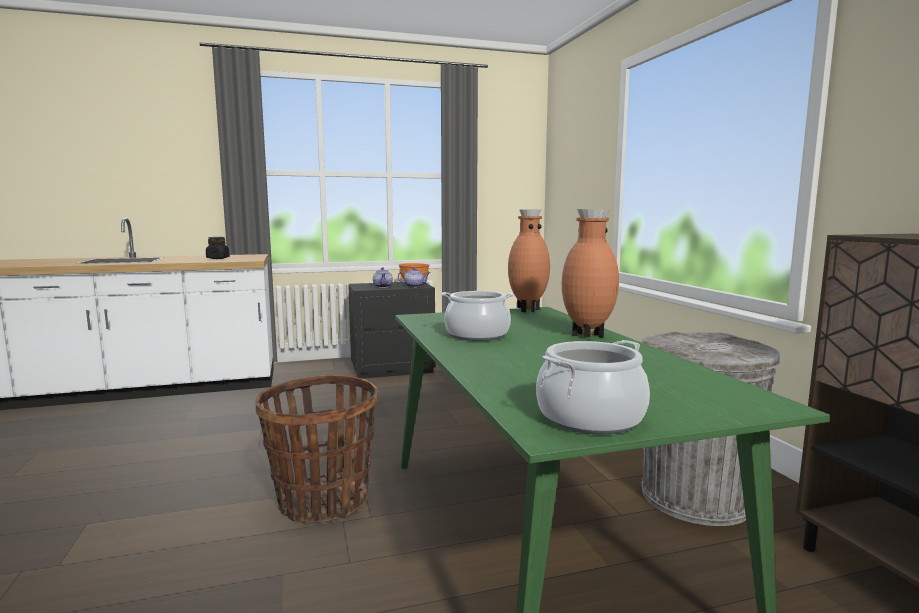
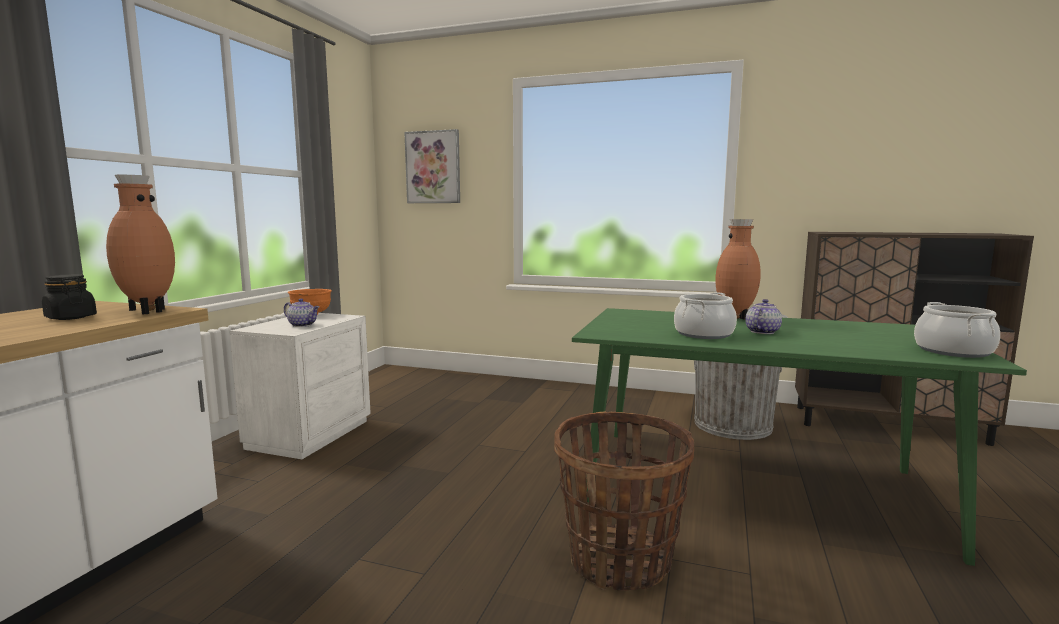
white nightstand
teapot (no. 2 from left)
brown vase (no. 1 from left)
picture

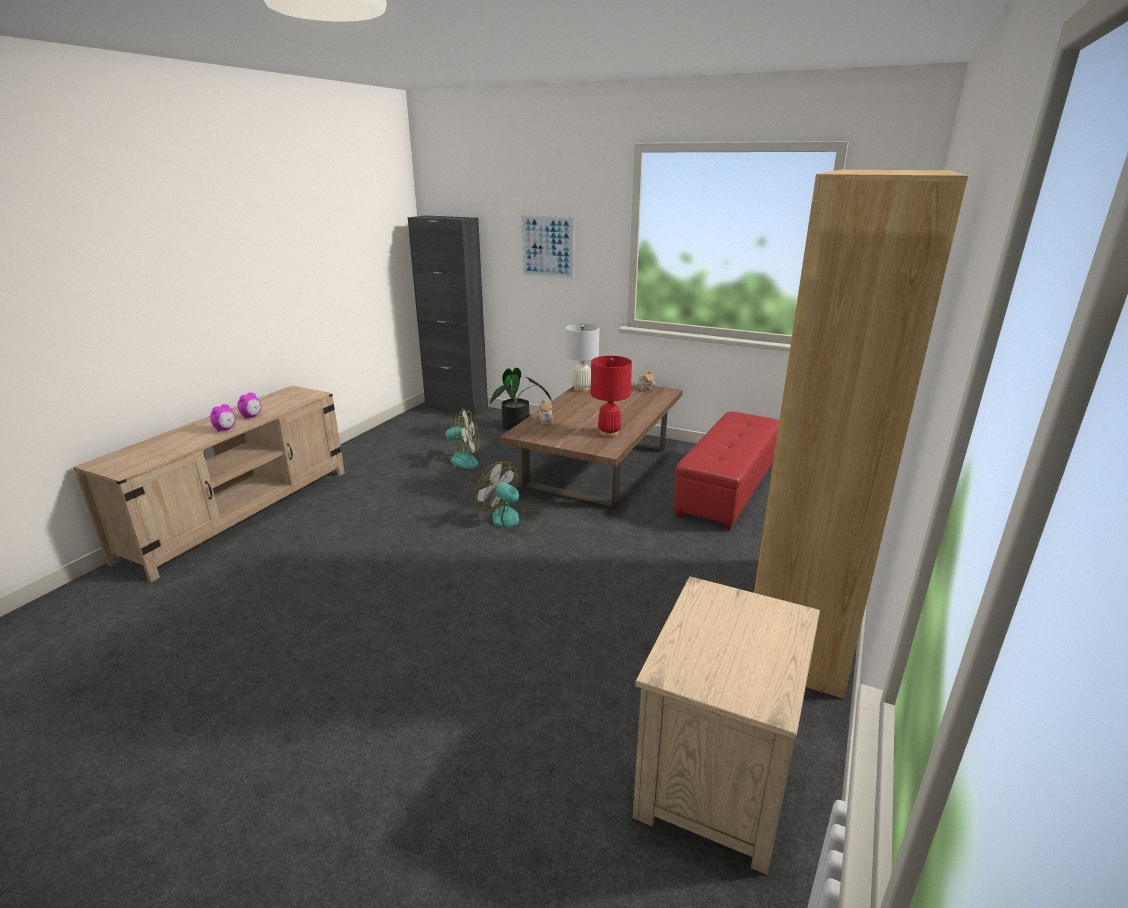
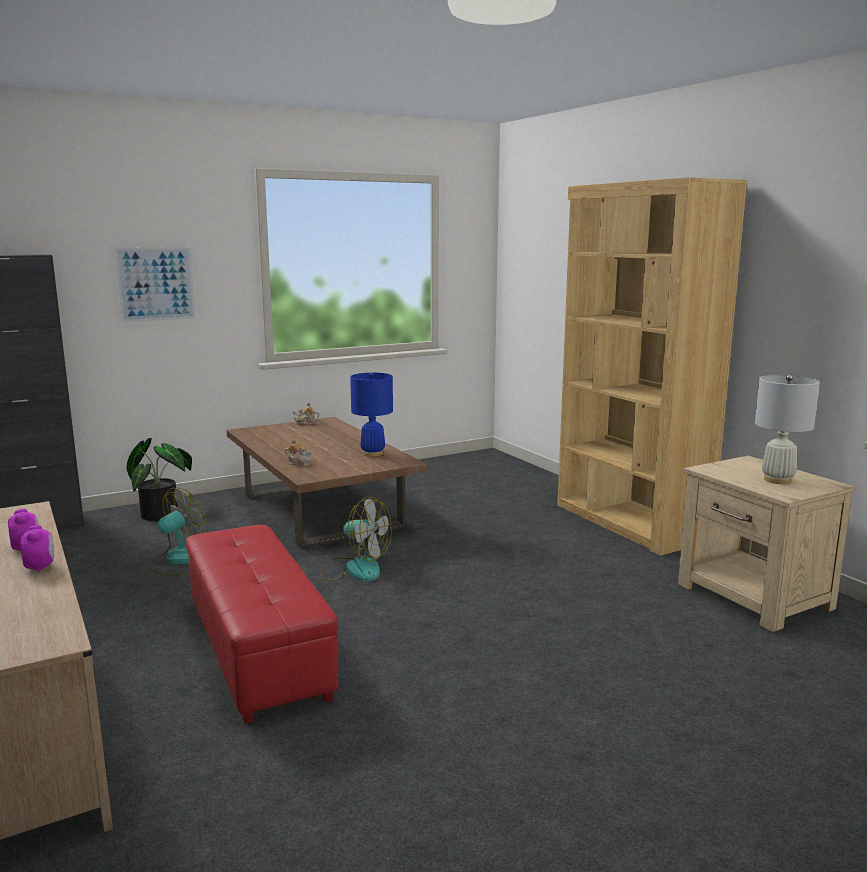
fan (no. 2 from left)
white table lamp
blue table lamp
red ottoman

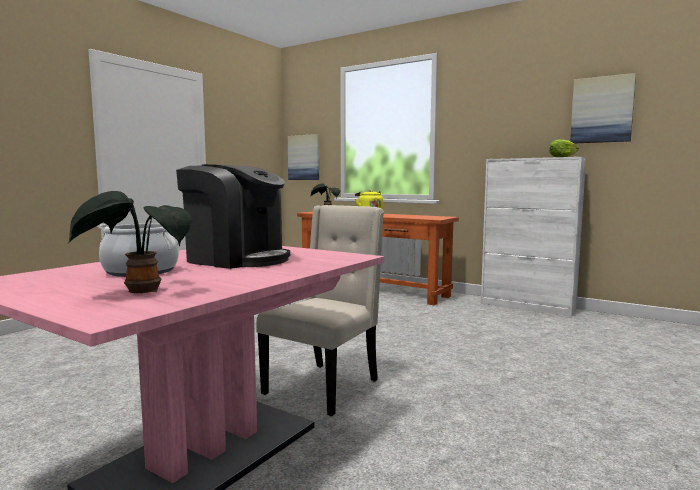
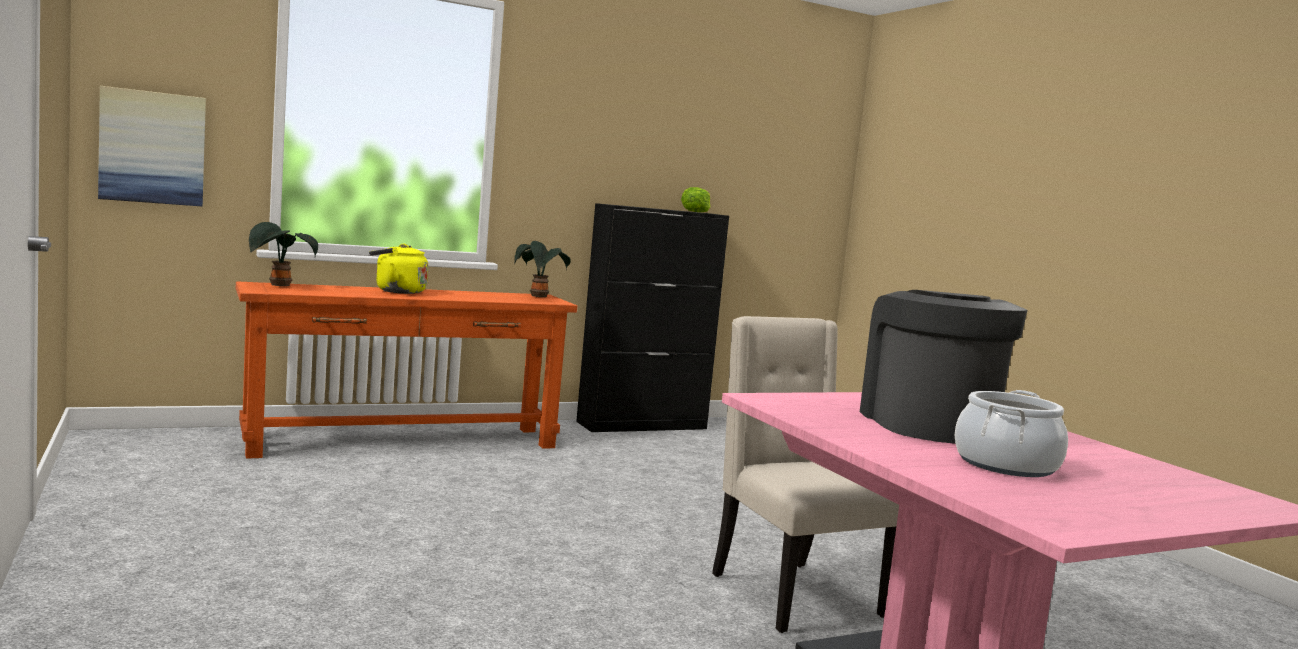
potted plant (no. 2 from left)
coffee machine
black cabinet
picture (no. 2 from left in the first image)

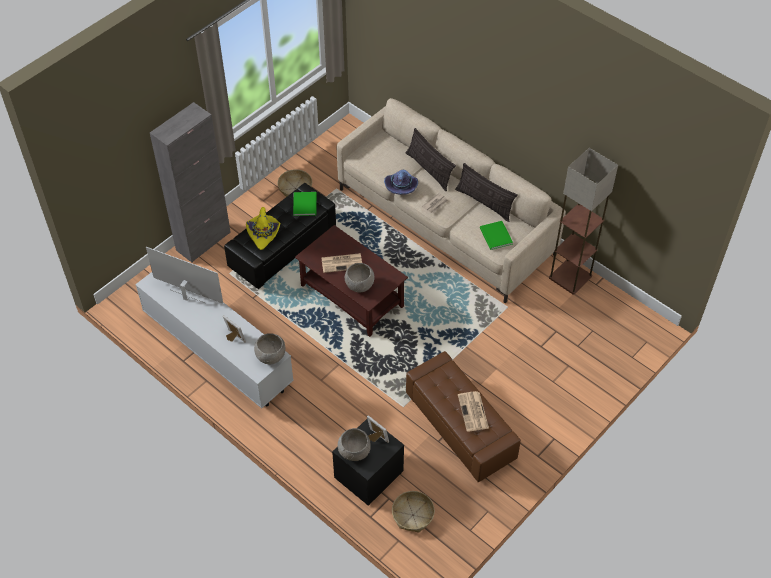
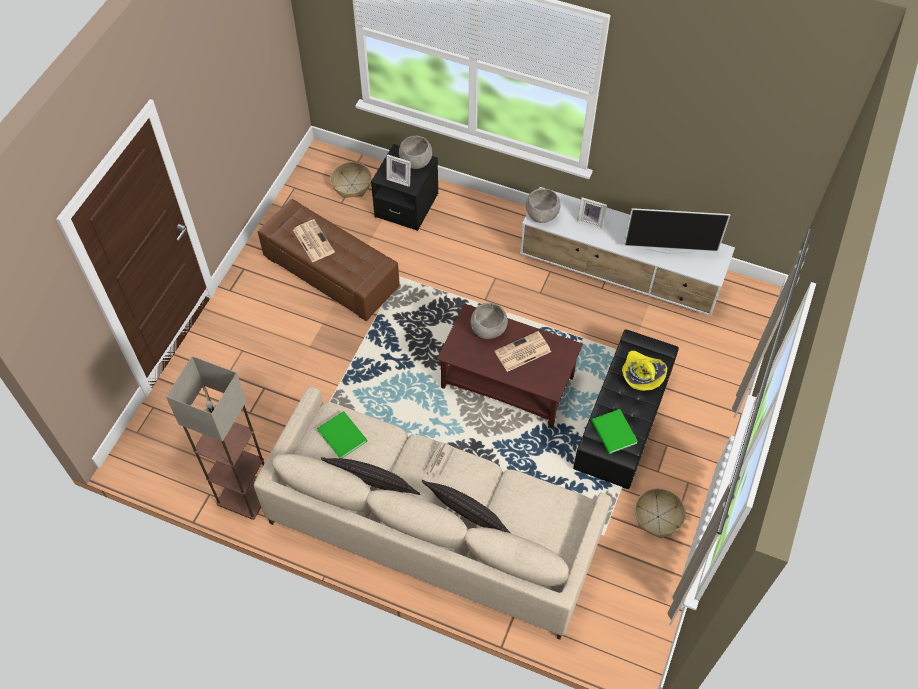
grey cabinet
purple hat

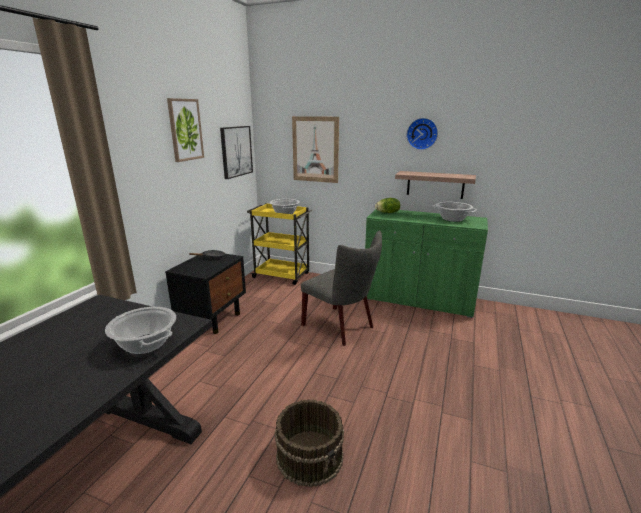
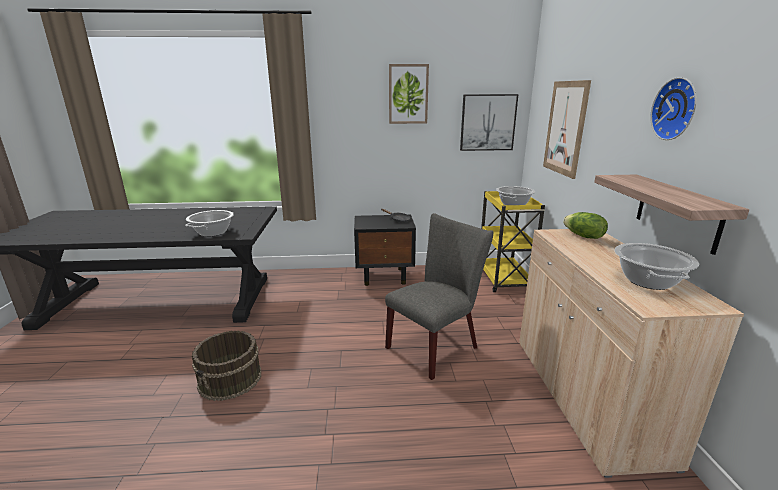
grey chair
beige cabinet

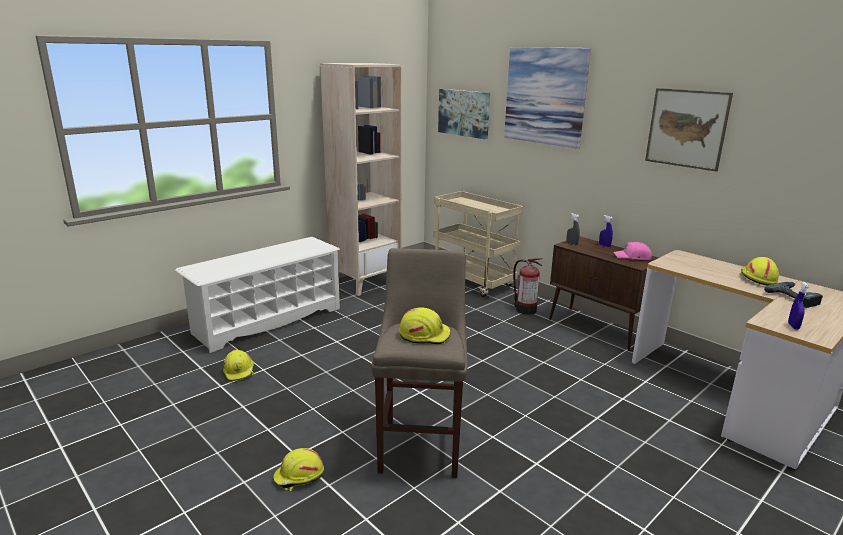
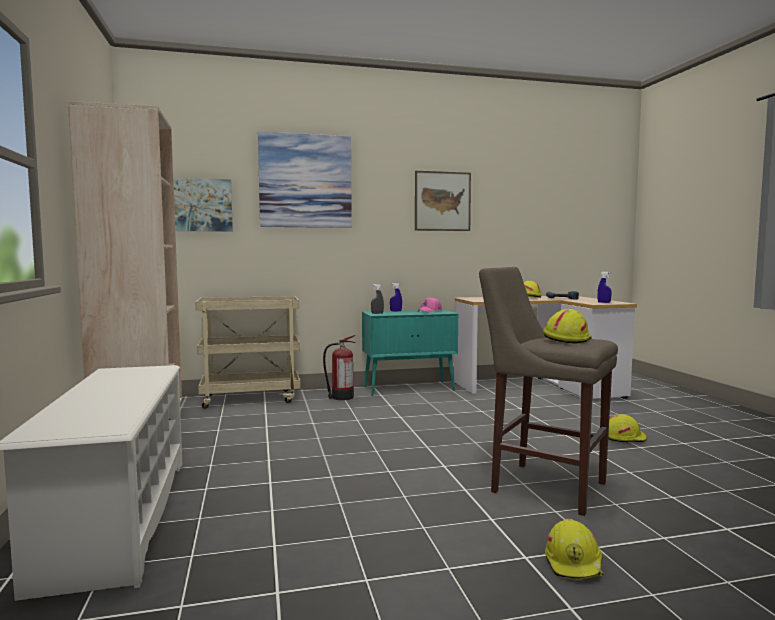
yellow hard hat (no. 4 from left)
turquoise cabinet

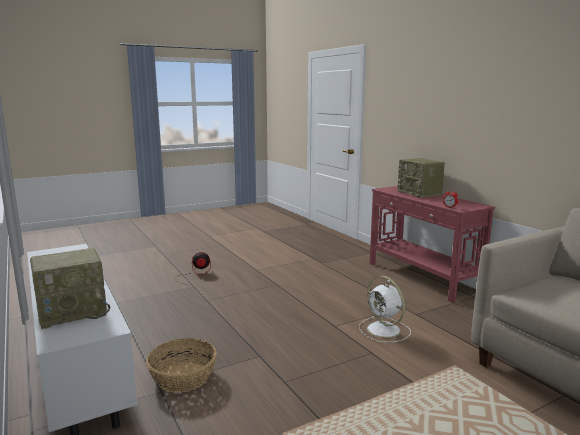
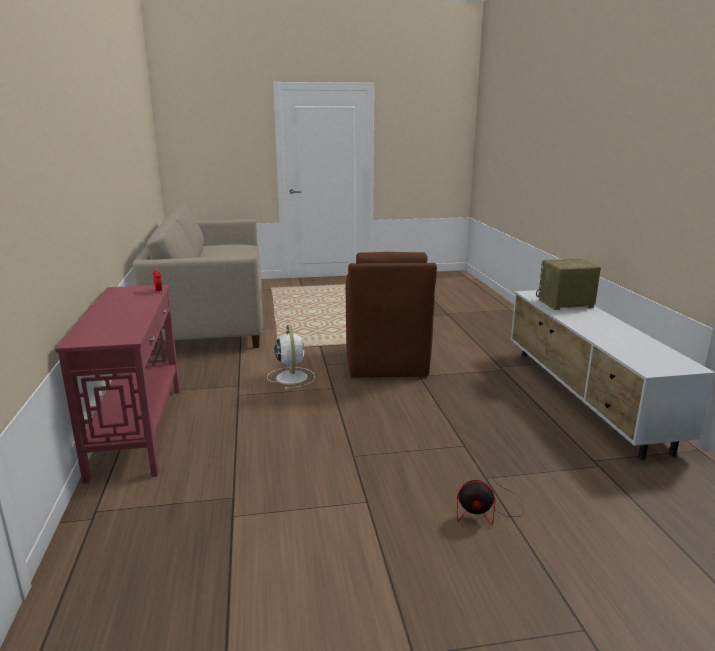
basket
radio (no. 2 from left in the first image)
brown armchair

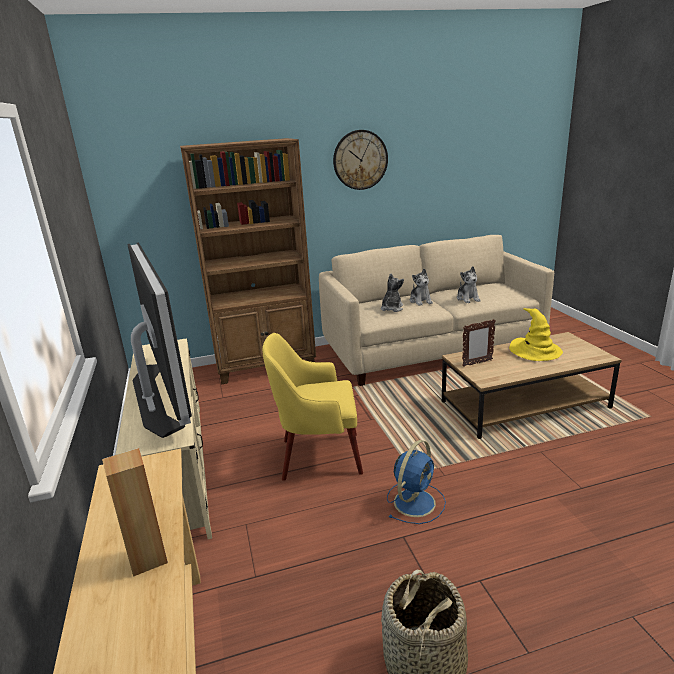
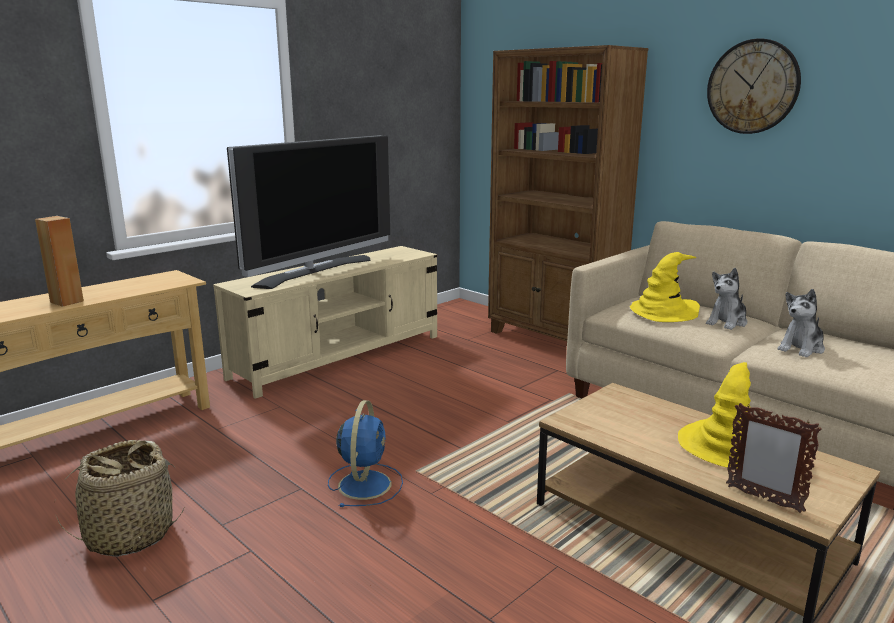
yellow armchair
yellow hat (no. 1 from left)
blue fan
picture frame

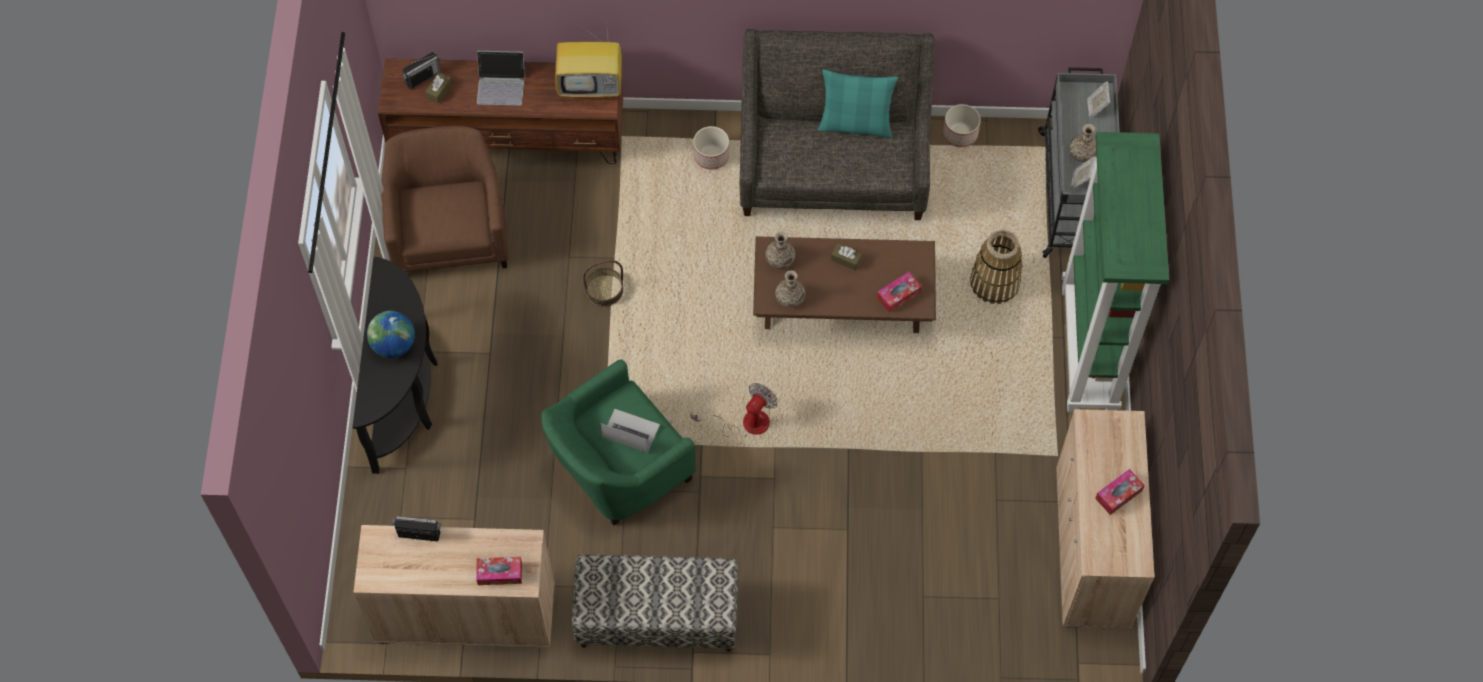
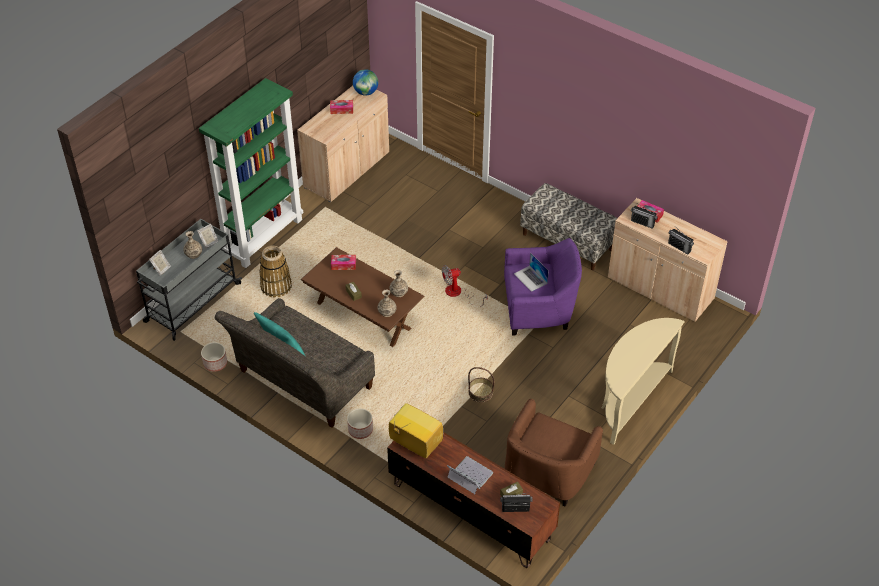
beige console table
globe
purple armchair
radio (no. 2 from left)

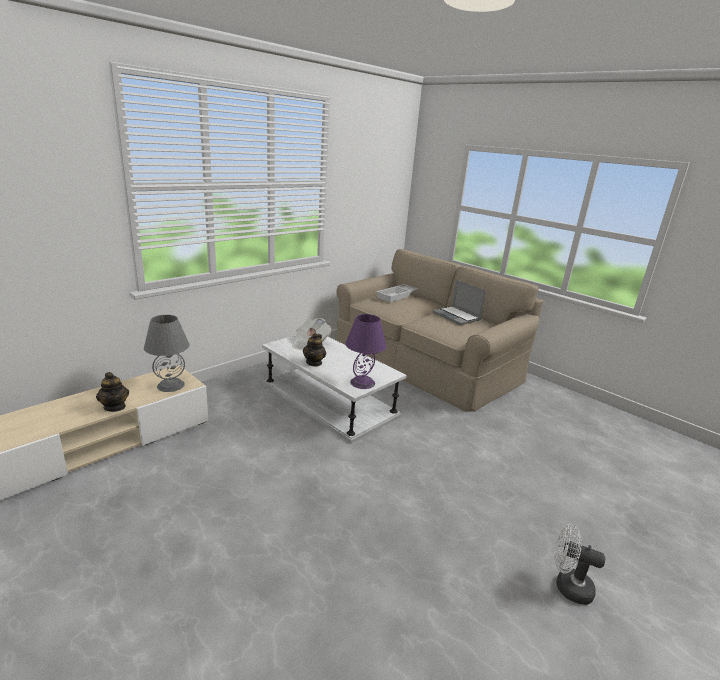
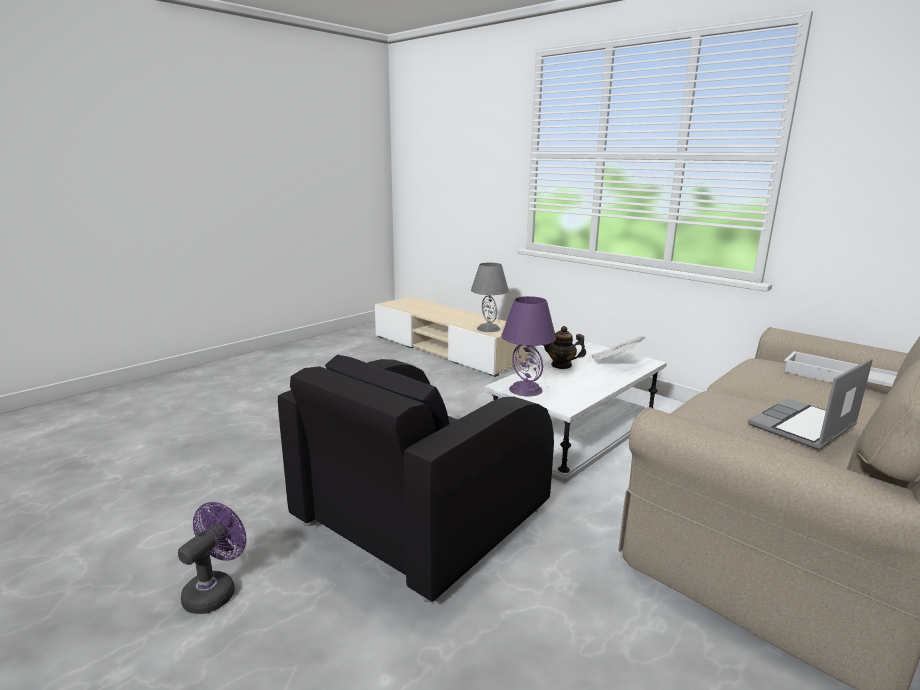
teapot (no. 1 from left in the first image)
purple fan
black armchair

